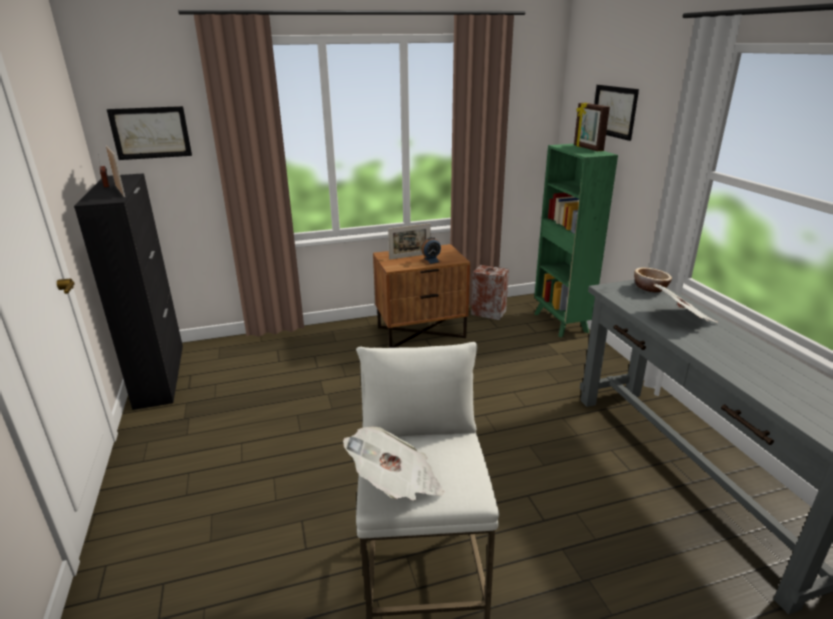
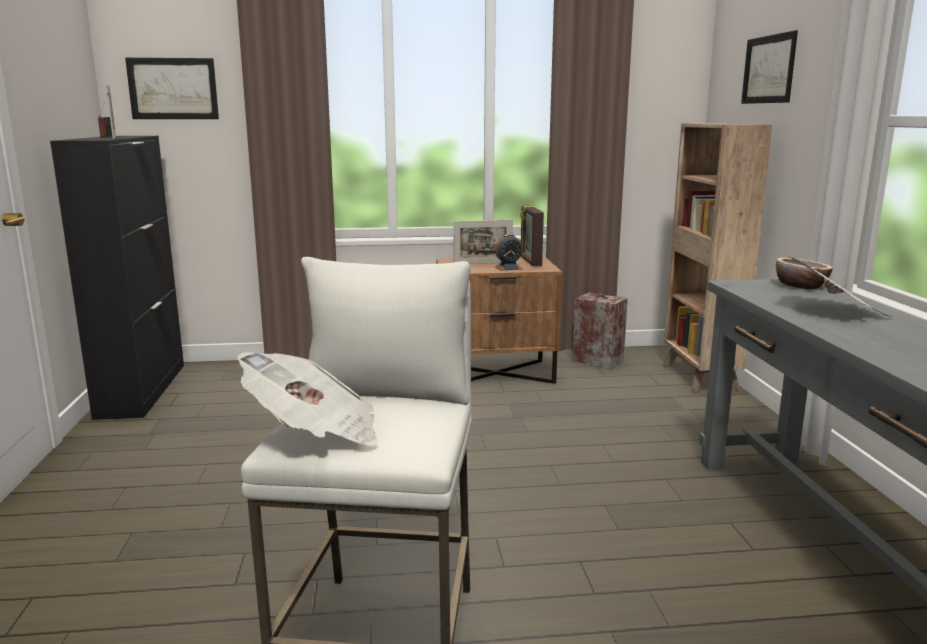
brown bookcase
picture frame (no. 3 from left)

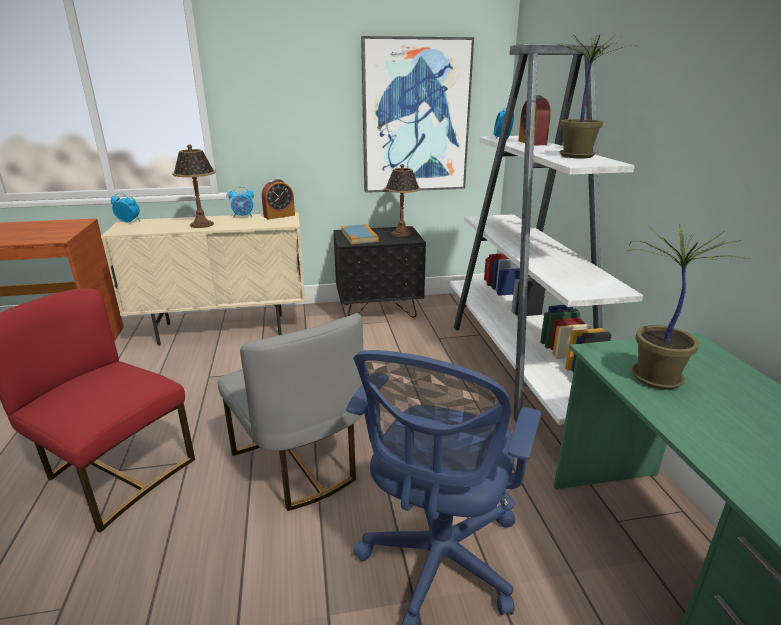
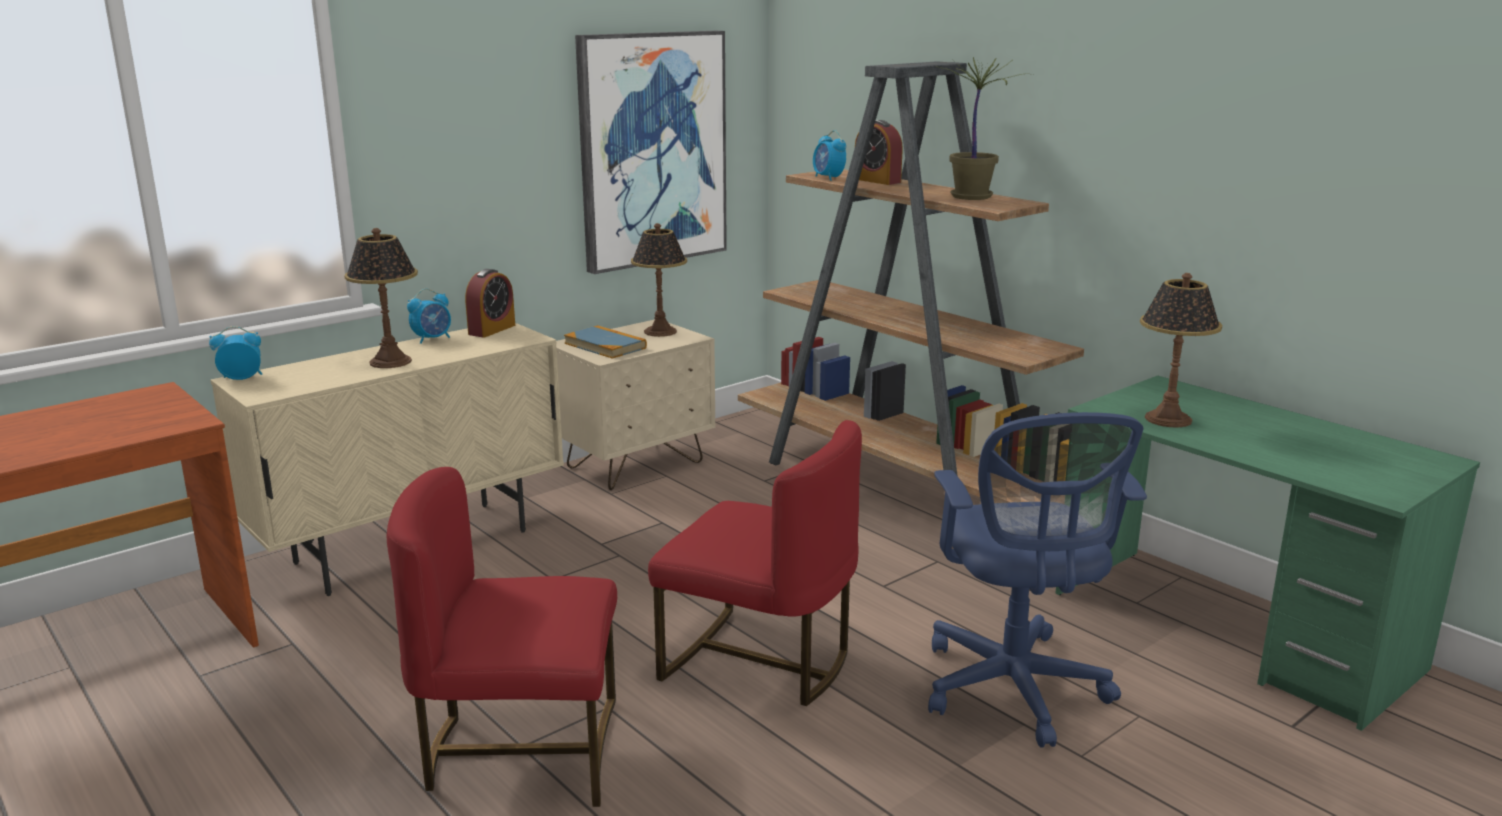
red chair (no. 2 from left)
beige nightstand
brown bookcase
table lamp (no. 3 from left)

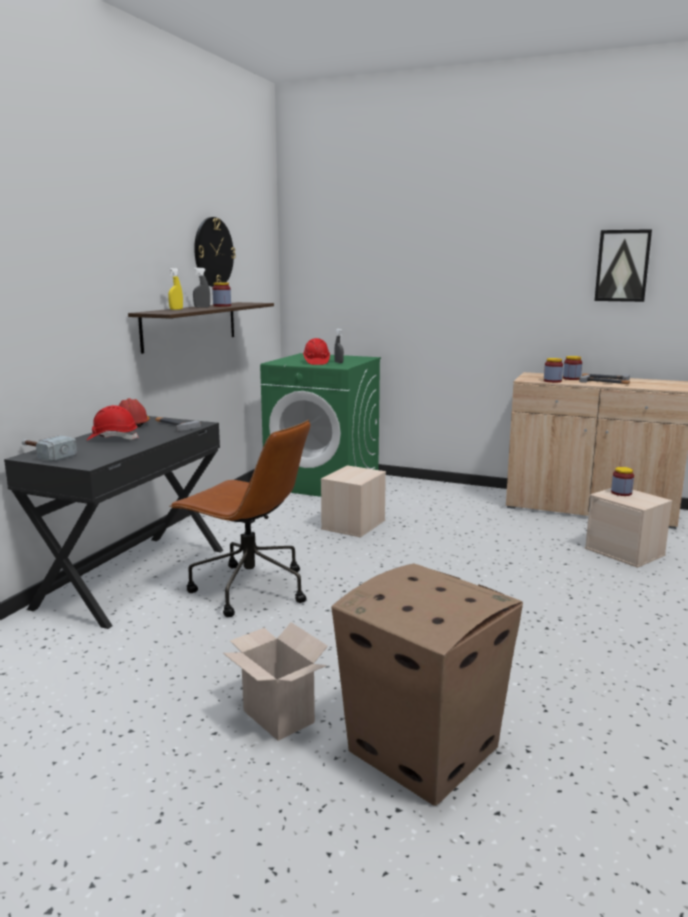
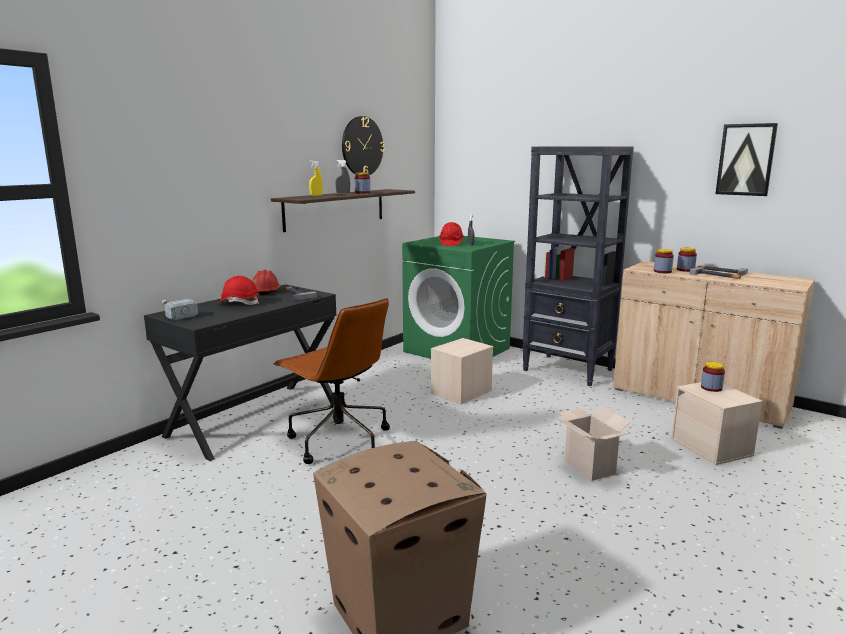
cardboard box (no. 2 from left)
black bookcase

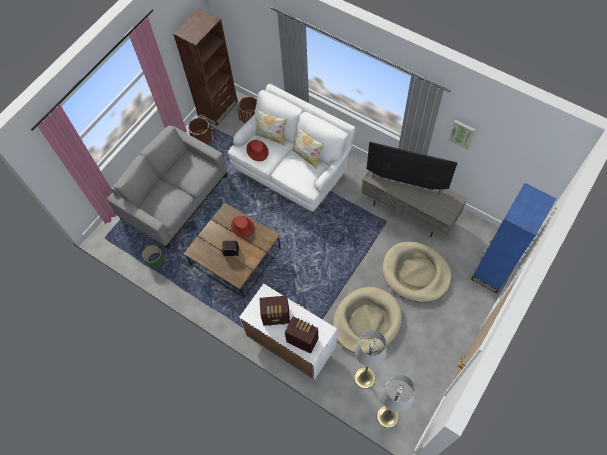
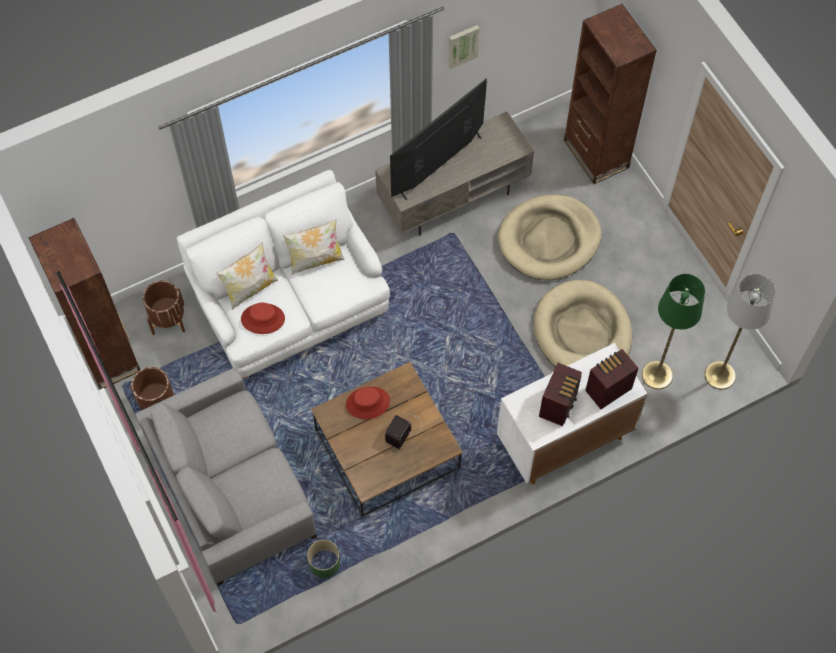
green floor lamp
brown bookcase (no. 2 from left)

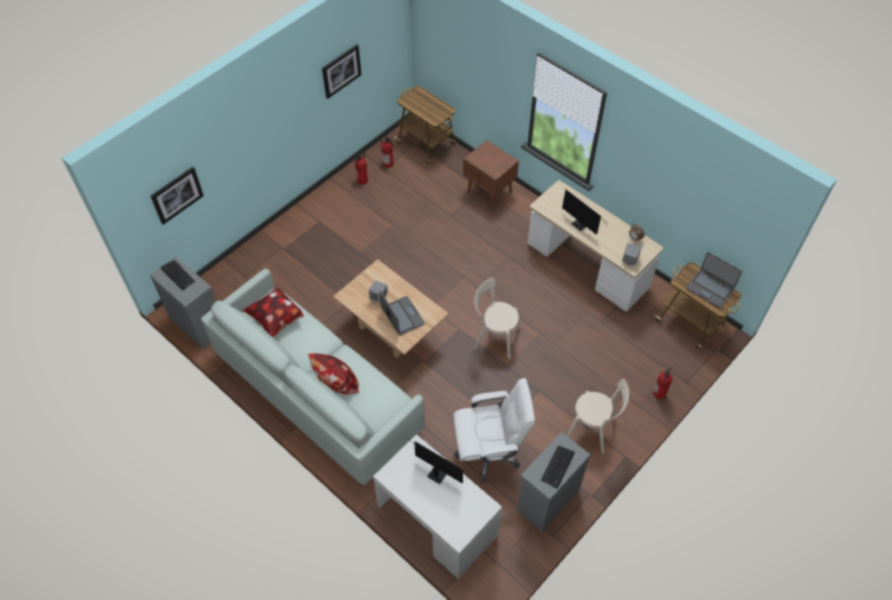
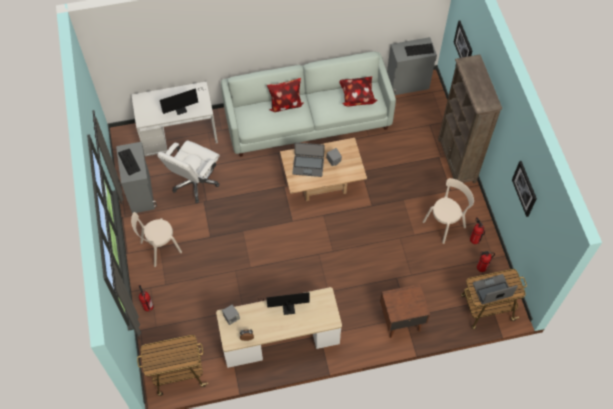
beige chair (no. 2 from left)
laptop (no. 2 from left)
brown bookcase

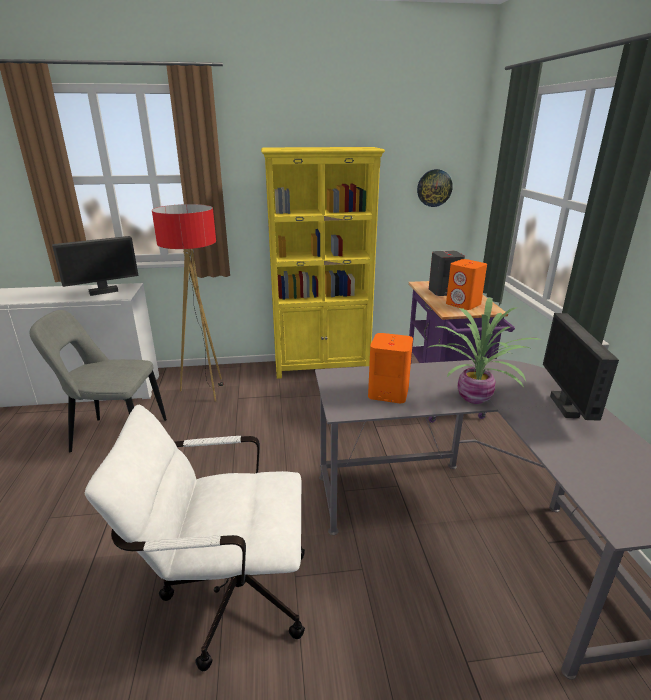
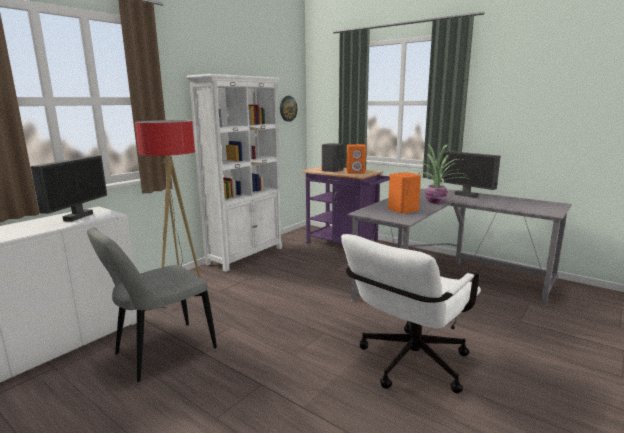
white bookcase

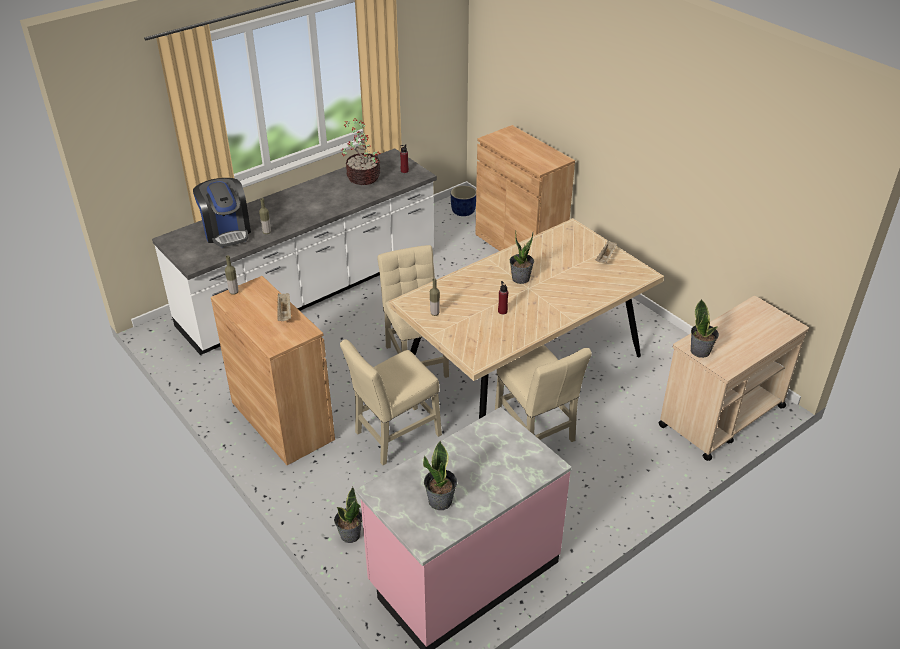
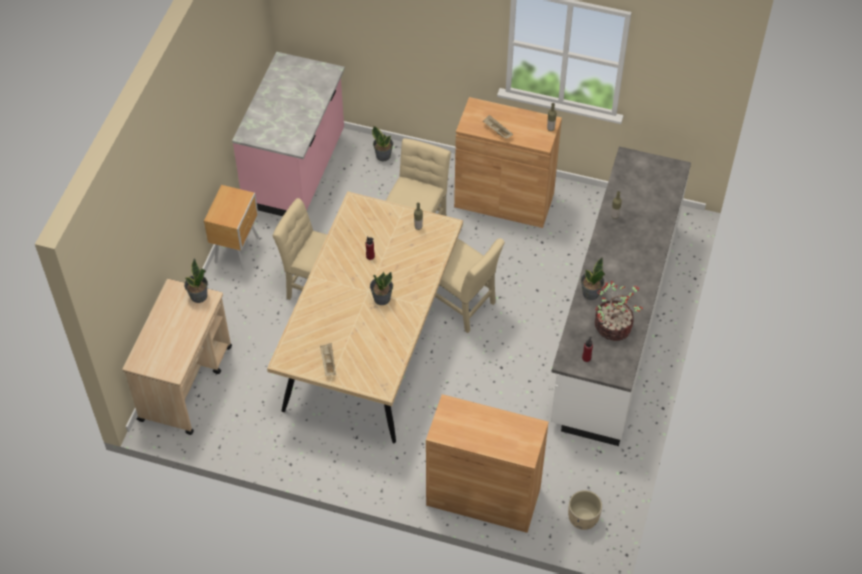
coffee machine
potted plant (no. 4 from left)
beige planter
brown nightstand

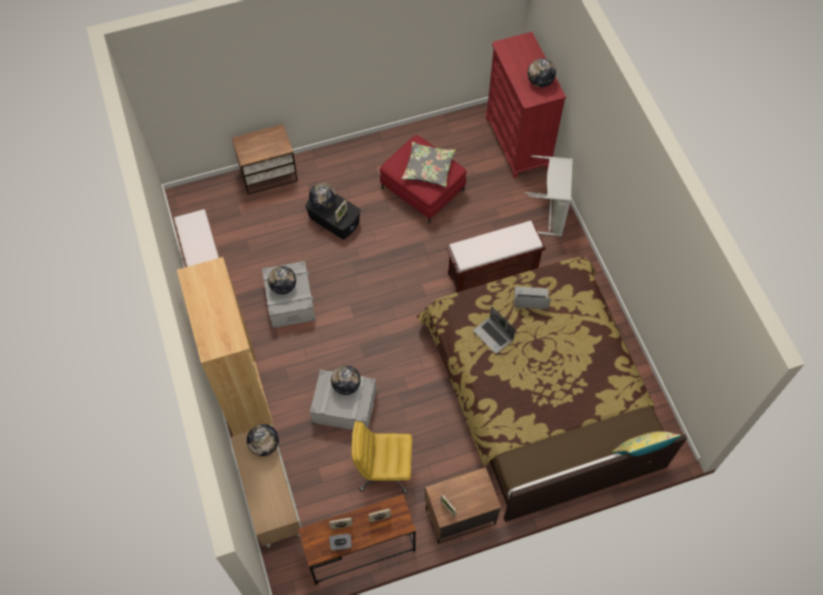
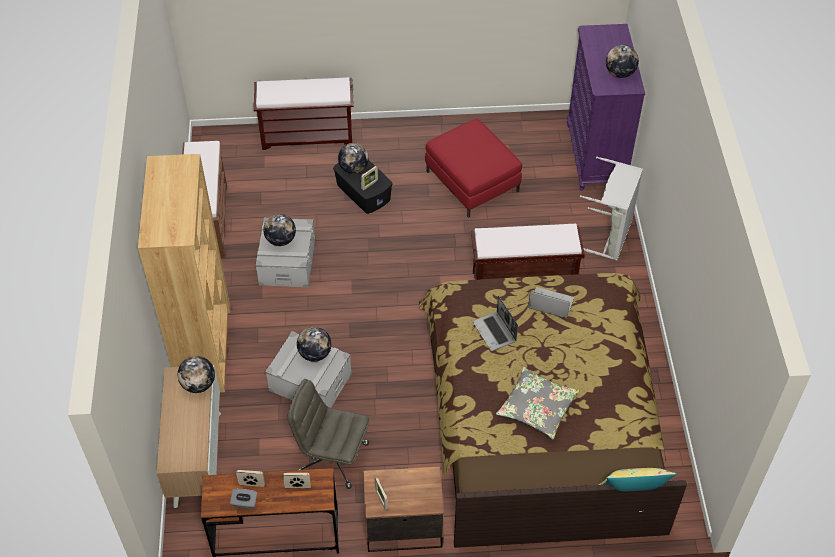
brown bench (no. 2 from left)
grey office chair
grey pillow
purple dresser

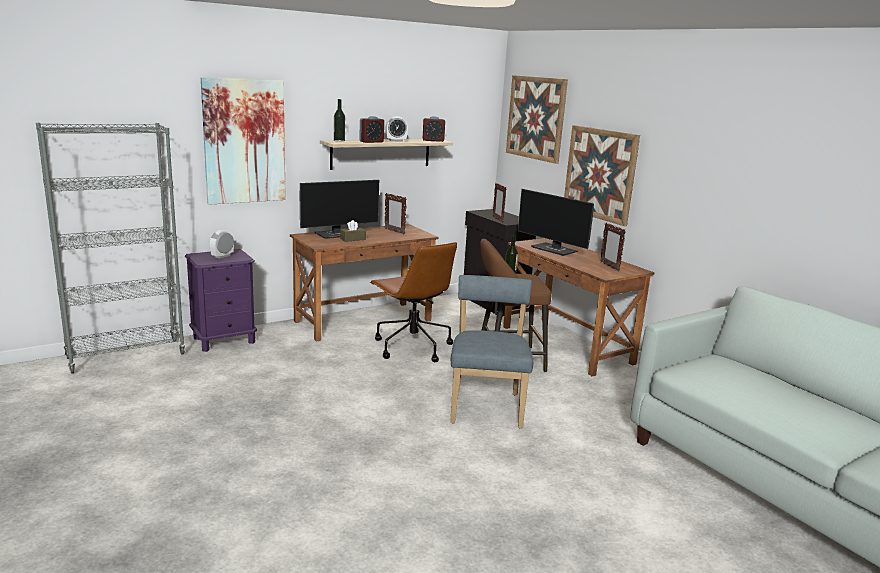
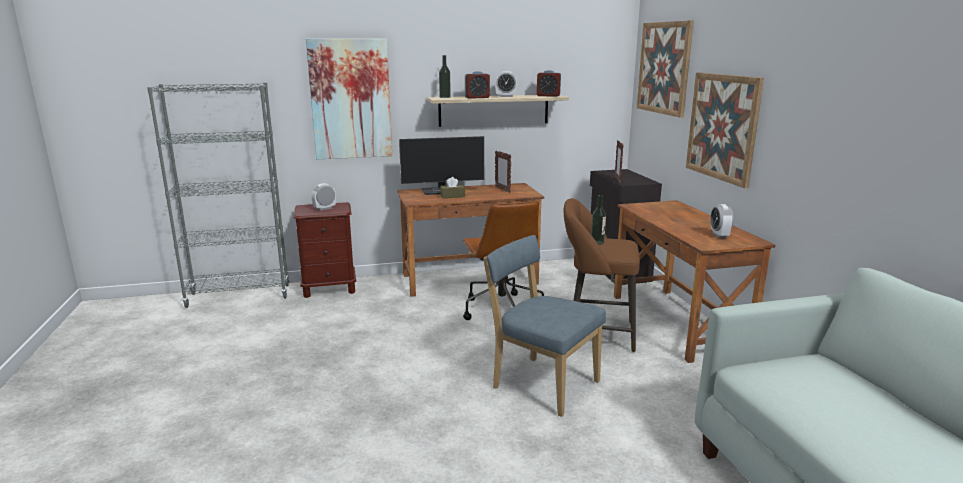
brown nightstand
blue chair
monitor (no. 2 from left in the first image)
alarm clock (no. 5 from left)

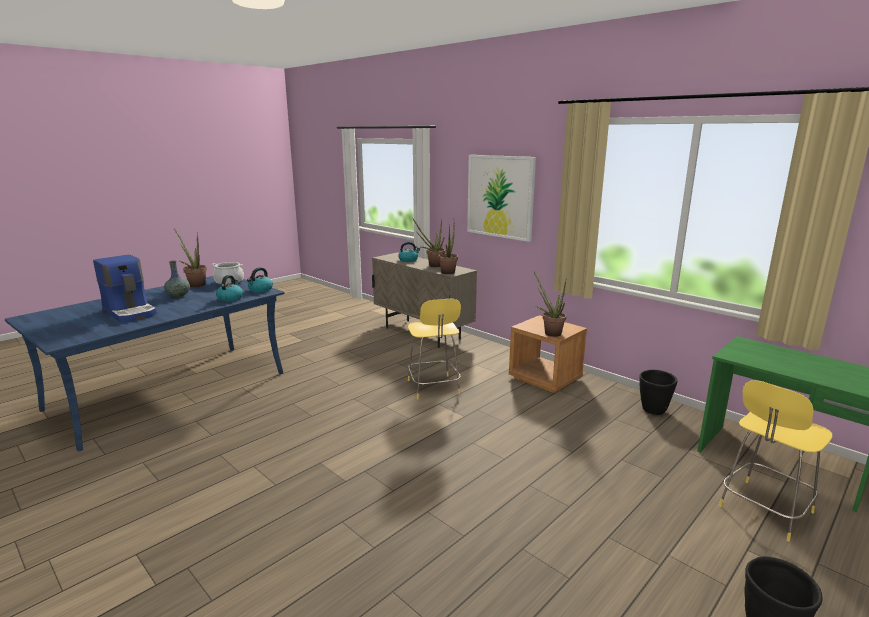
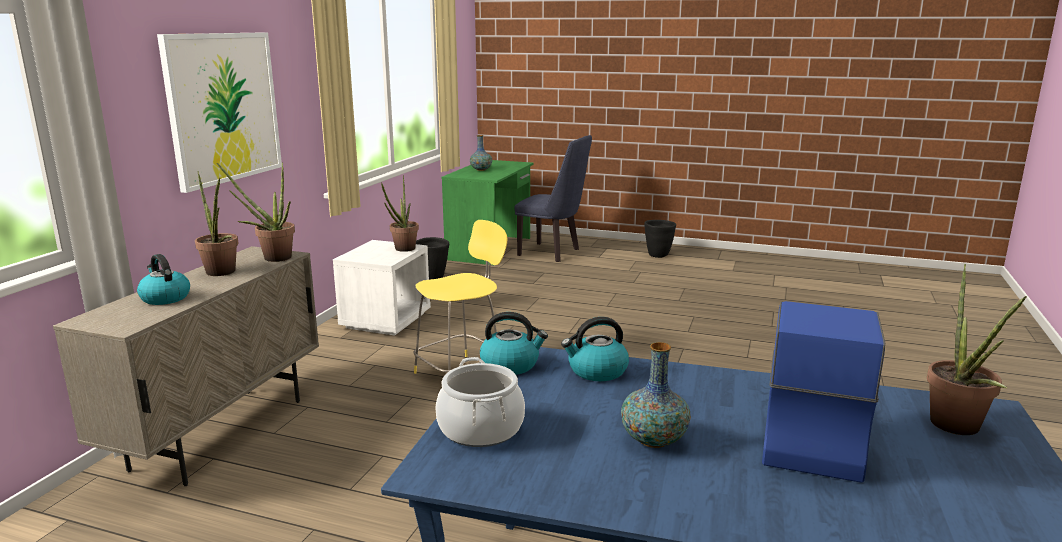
potted plant (no. 4 from left)
white nightstand
blue chair
vase (no. 1 from left)

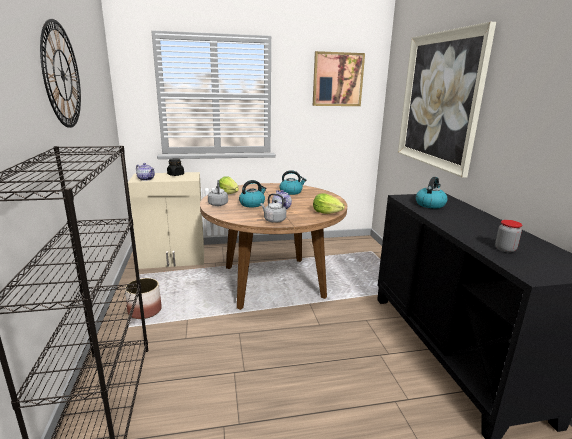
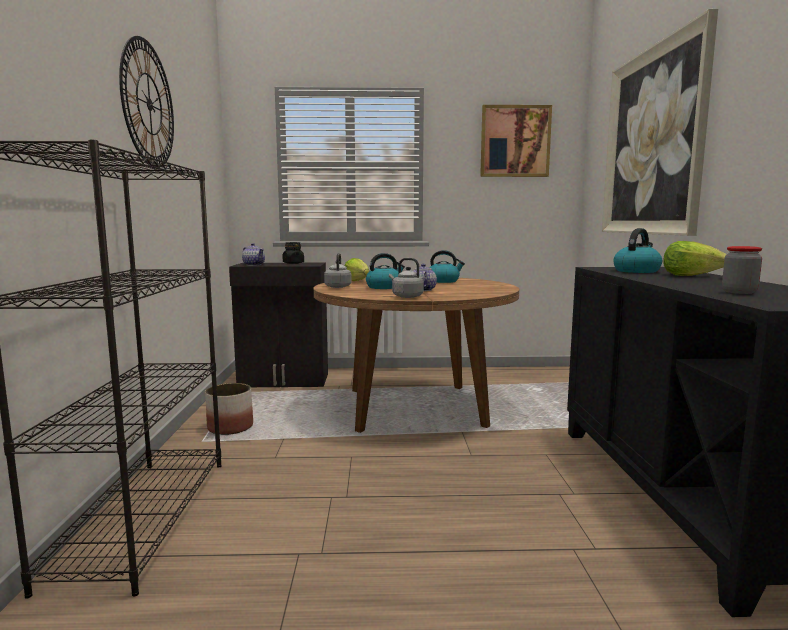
black cabinet (no. 1 from left)
lettuce (no. 2 from left)

